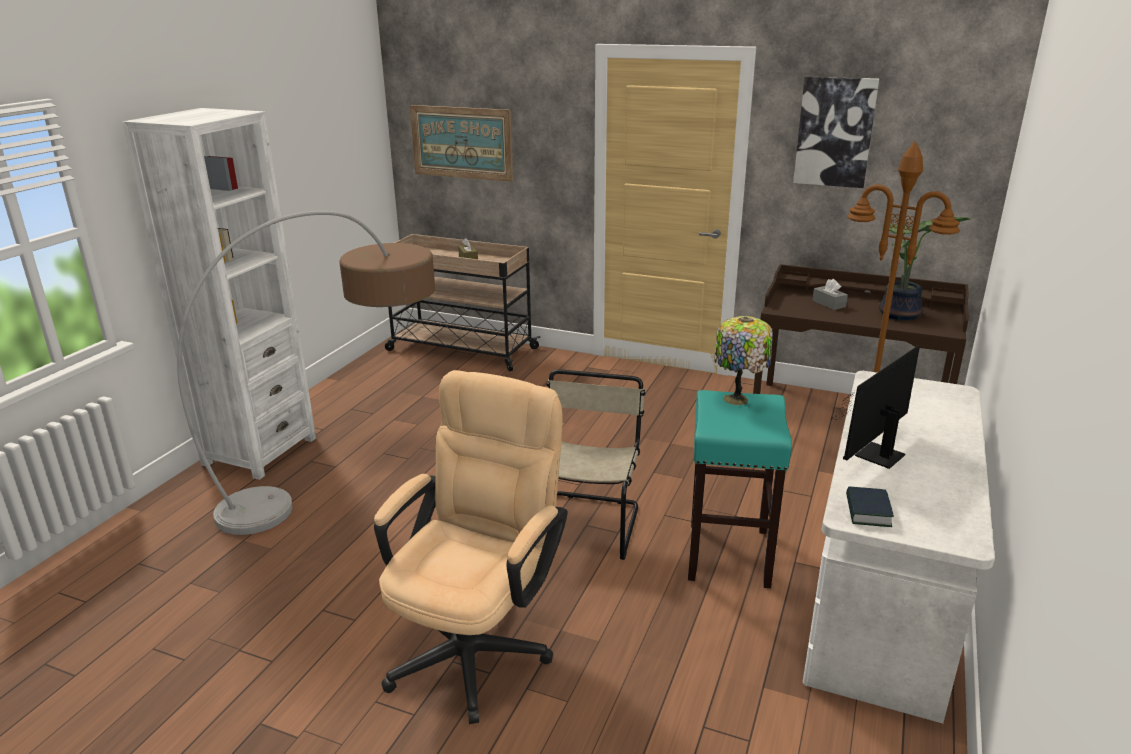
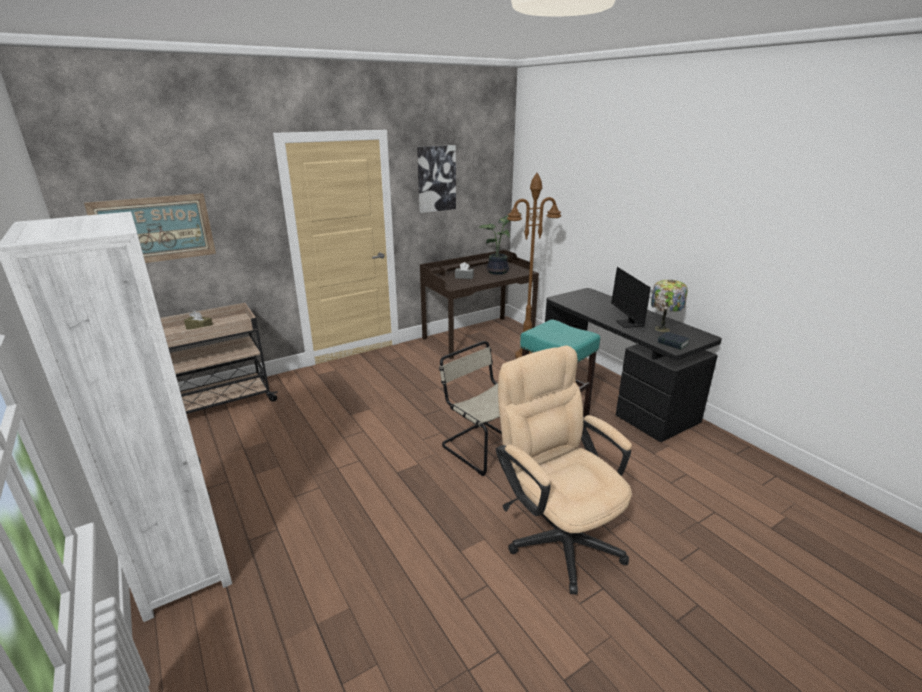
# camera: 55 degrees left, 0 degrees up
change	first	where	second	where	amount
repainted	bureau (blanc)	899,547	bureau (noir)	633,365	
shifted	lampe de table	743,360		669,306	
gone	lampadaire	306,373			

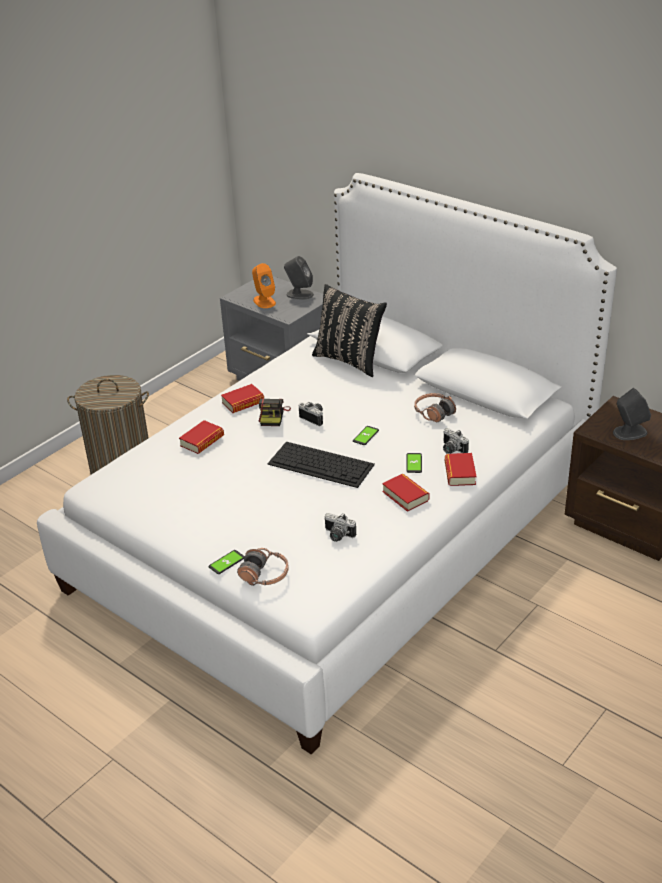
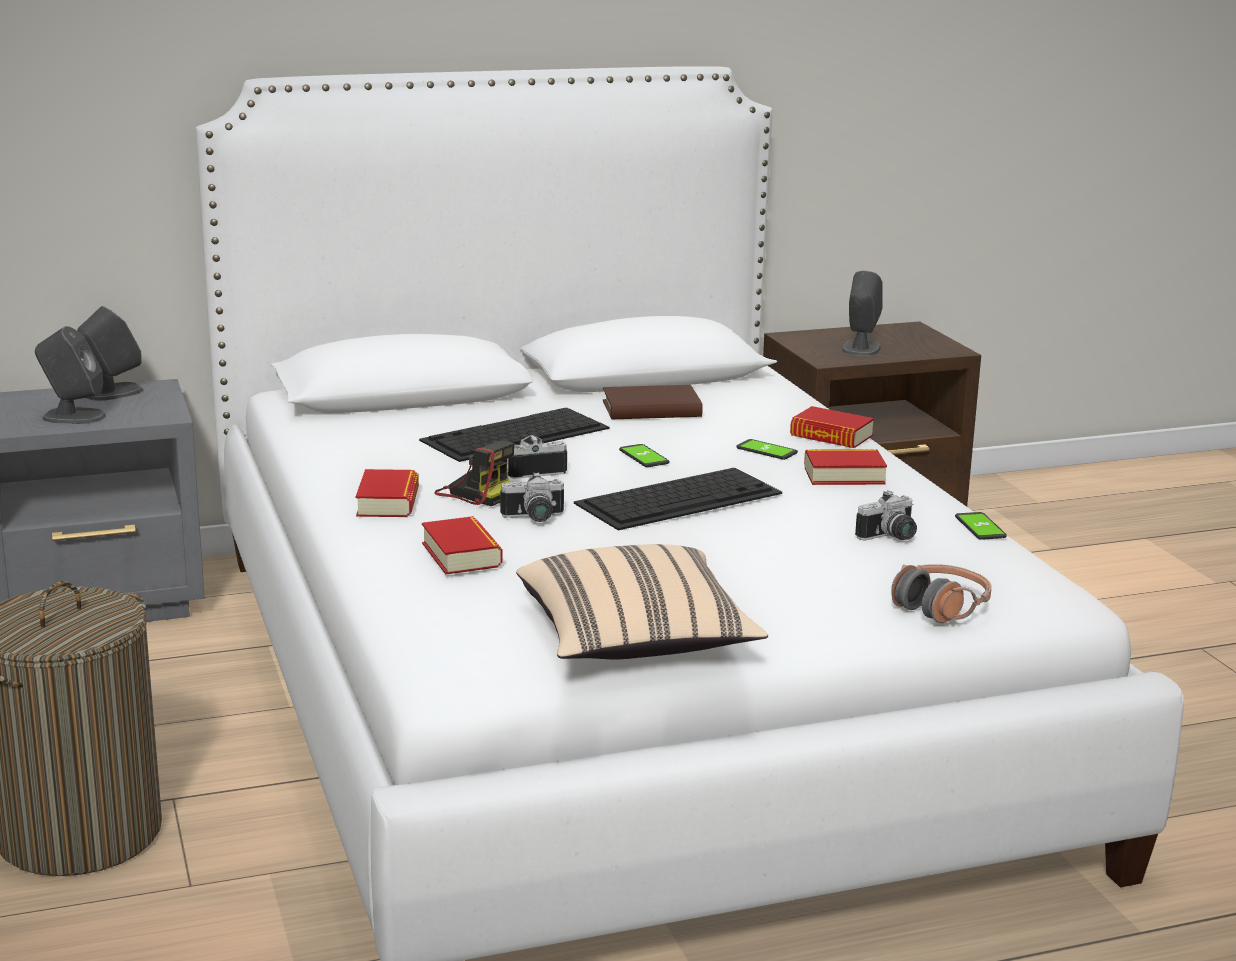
# camera: 60 degrees left, 15 degrees down
change	first	where	second	where	amount
repainted	enceinte (orange)	264,285	enceinte (gris)	70,375	
new			clavier	514,435	
shifted	appareil photo	456,441		532,497	
new			coussin (beige)	642,601	
swapped	casque audio	435,407	livre (marron)	653,402	
shifted	téléphone	227,562		981,526	
gone	coussin (noir)	349,330			

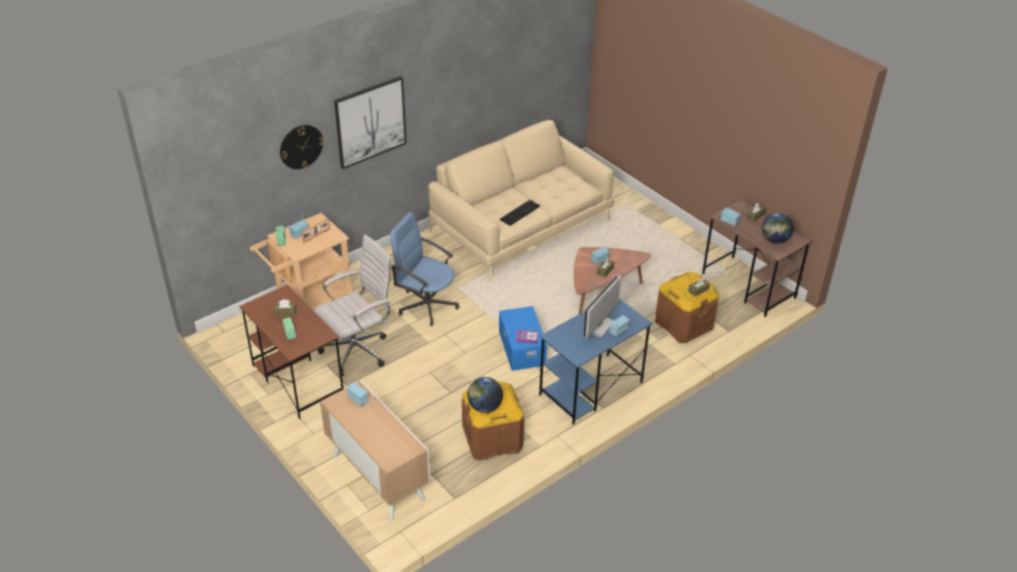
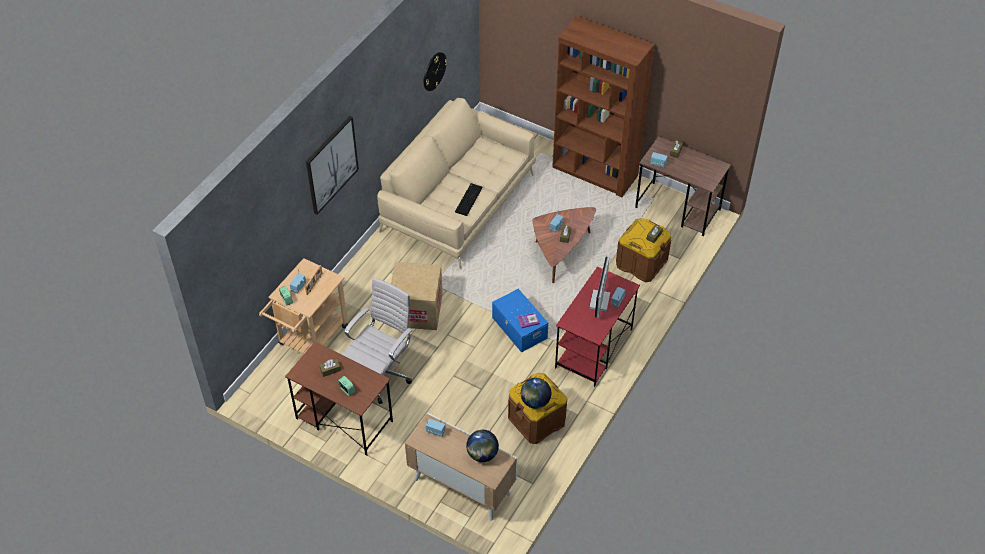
# camera: 20 degrees left, 10 degrees up
change	first	where	second	where	amount
swapped	chaise de bureau (bleu)	424,269	carton	417,296	
shifted	horloge murale	302,147		436,71	
shifted	globe	778,228		482,446	
new			bibliothèque (marron)	603,106	
repainted	bureau (bleu)	595,362	bureau (rouge)	597,326	

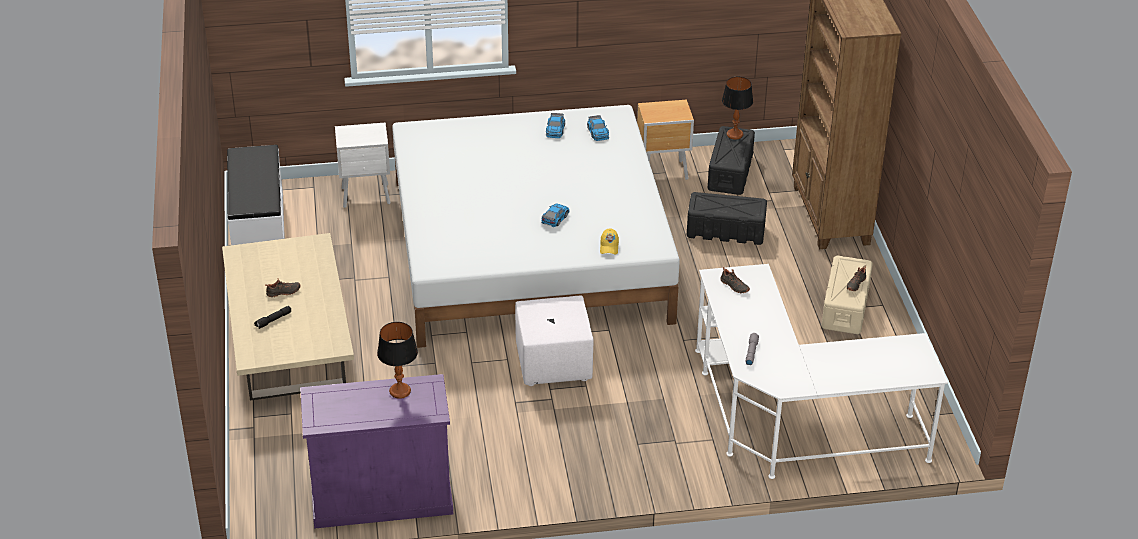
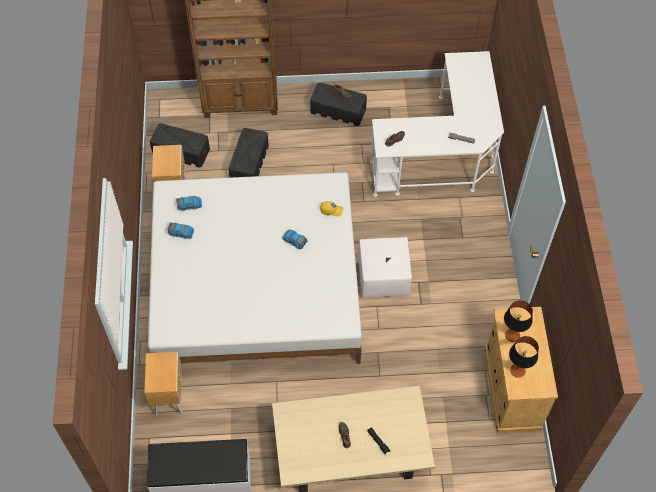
# camera: 85 degrees left, 20 degrees up
change	first	where	second	where	amount
repainted	table de chevet (blanc)	363,165	table de chevet (marron)	163,384	
repainted	boîte de rangement (beige)	847,295	boîte de rangement (noir)	338,104	
repainted	meuble de rangement (violet)	376,451	meuble de rangement (beige)	521,370	
shifted	lampe de table	737,108		524,357	

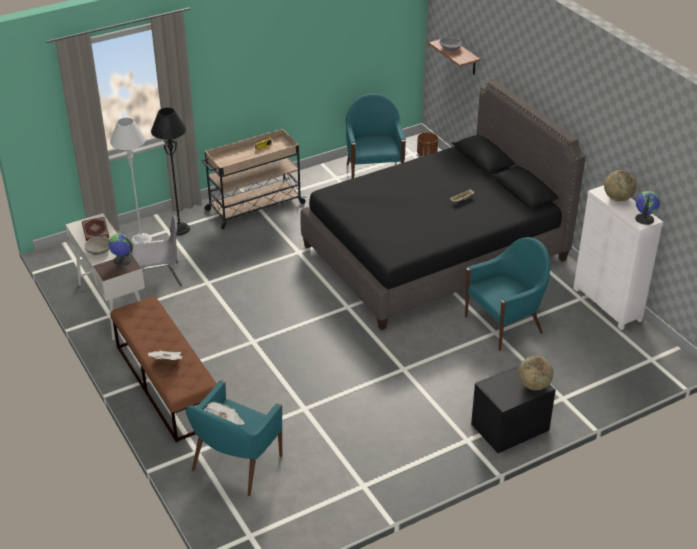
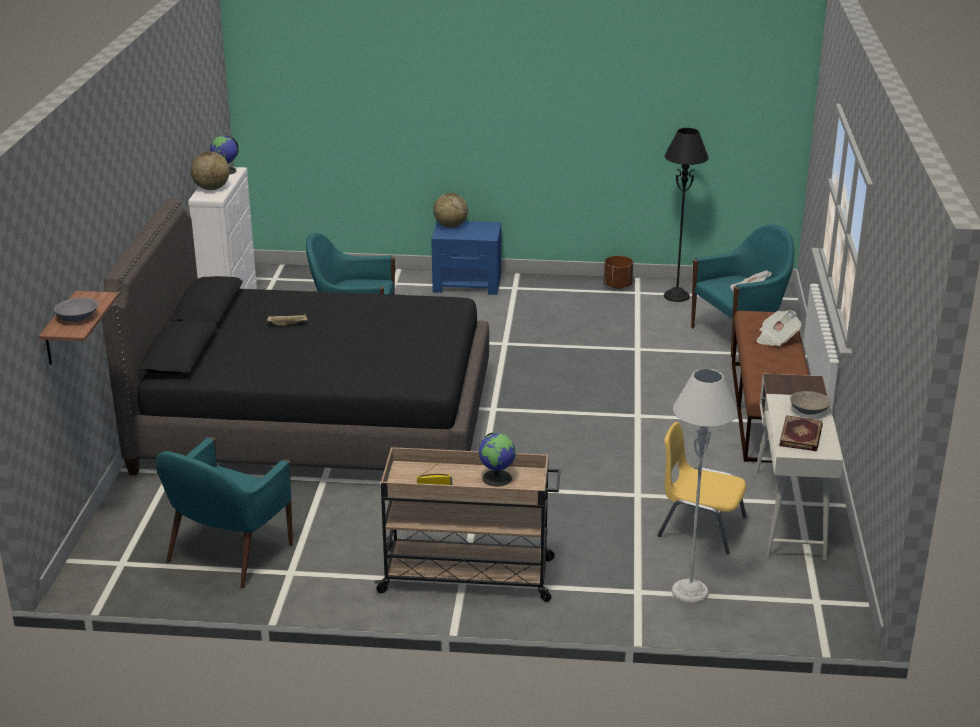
# camera: 145 degrees left, 10 degrees down
change	first	where	second	where	amount
repainted	table de chevet (noir)	513,409	table de chevet (bleu)	466,258	
shifted	globe	120,249		497,459	
shifted	cache-pot (marron)	427,144		618,272	
repainted	chaise (gris)	156,253	chaise (jaune)	702,488	
shifted	lampadaire (noir)	170,171		686,215	

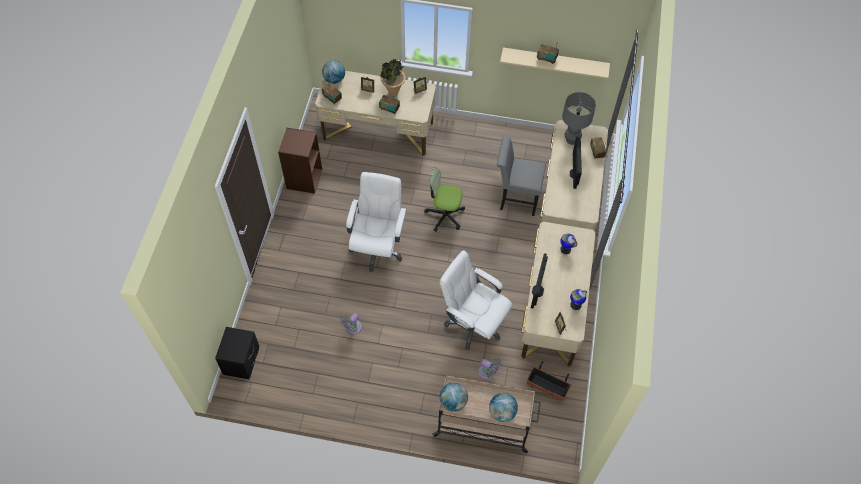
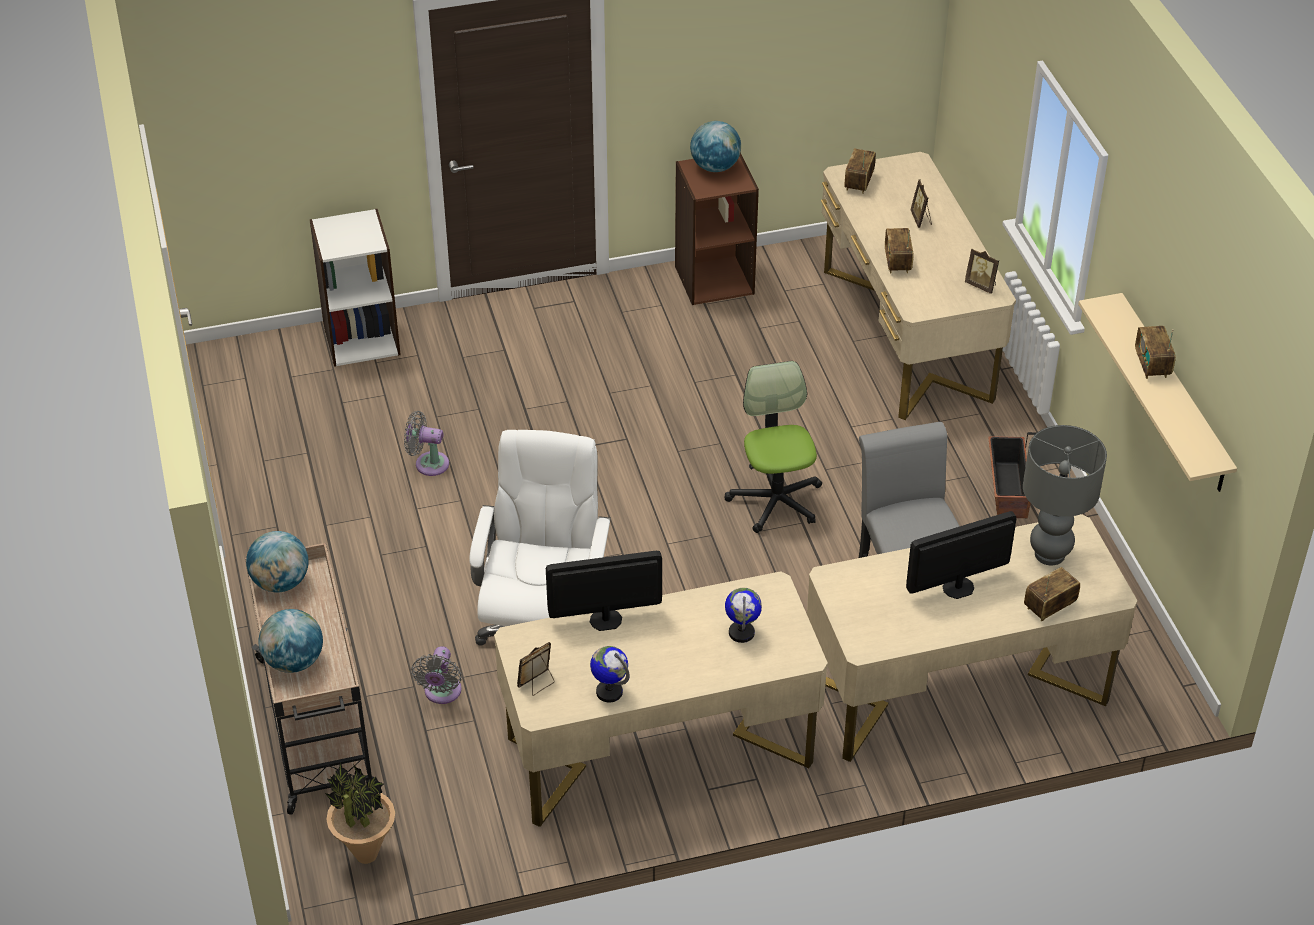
# camera: 65 degrees right, 15 degrees down
change	first	where	second	where	amount
new			bibliothèque (blanc)	355,288	
shifted	plante en pot	393,78		360,813	
shifted	globe	333,72		715,146	
shifted	cache-pot	549,381		1012,475	
gone	table de chevet (noir)	237,353			
gone	chaise de bureau (blanc)	376,222			

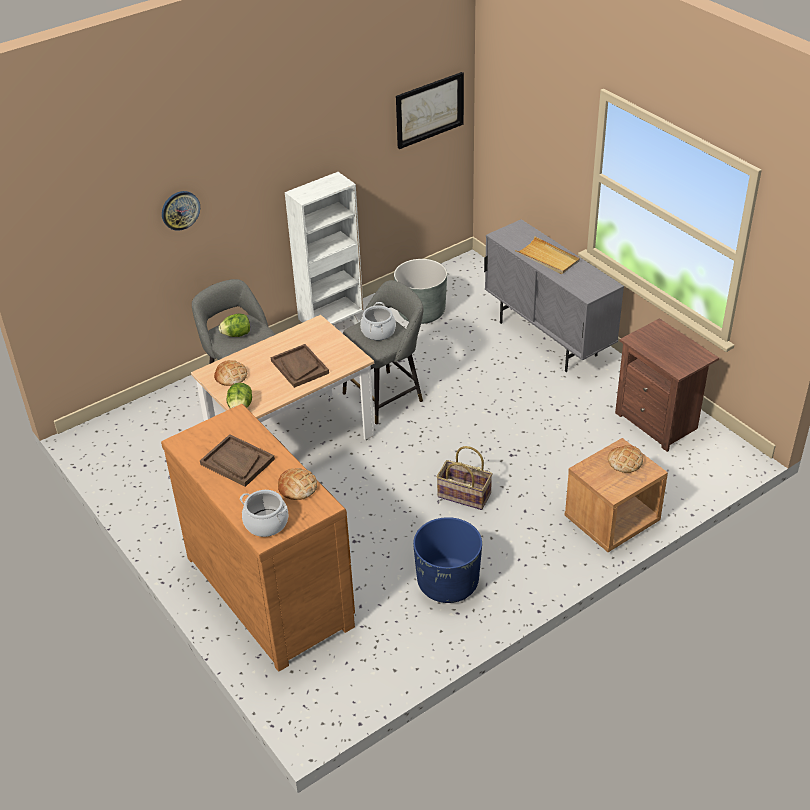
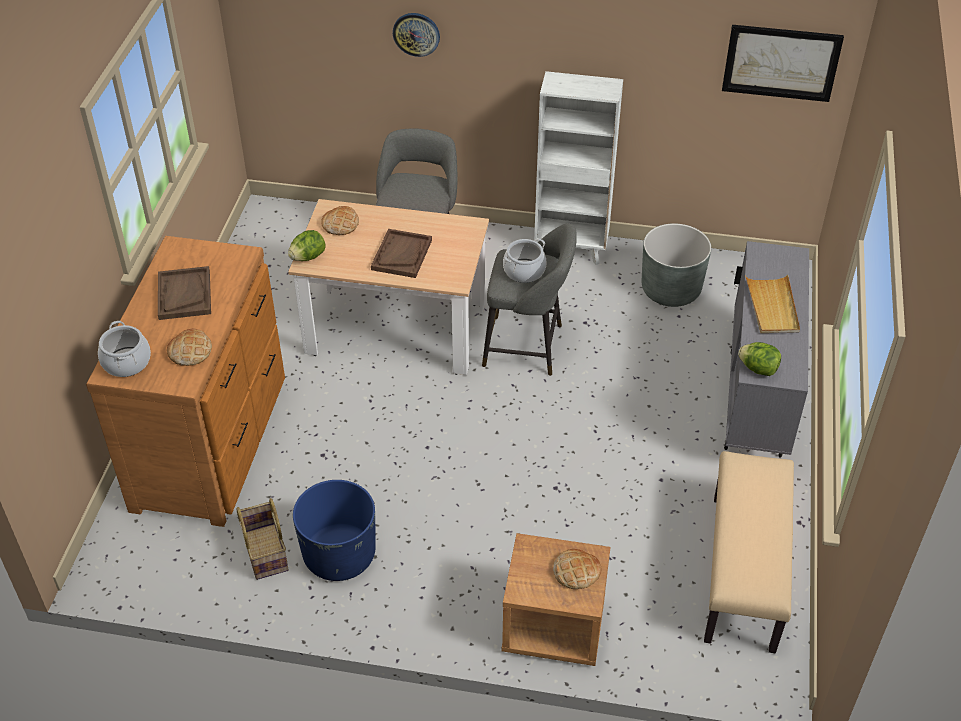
# camera: 45 degrees right, 5 degrees up
change	first	where	second	where	amount
shifted	panier	464,478		263,539	
swapped	table de chevet (marron)	667,385	banc (beige)	749,552	
shifted	laitue	234,325		759,359	

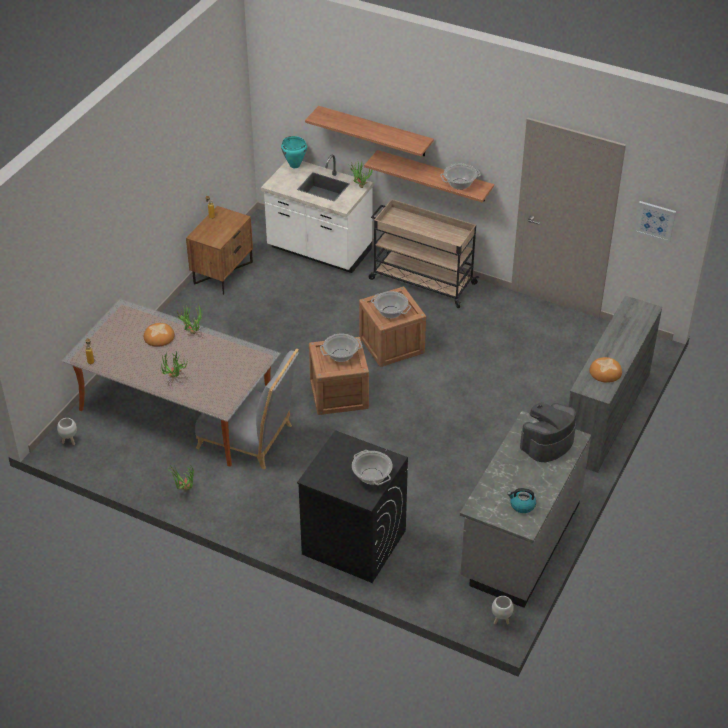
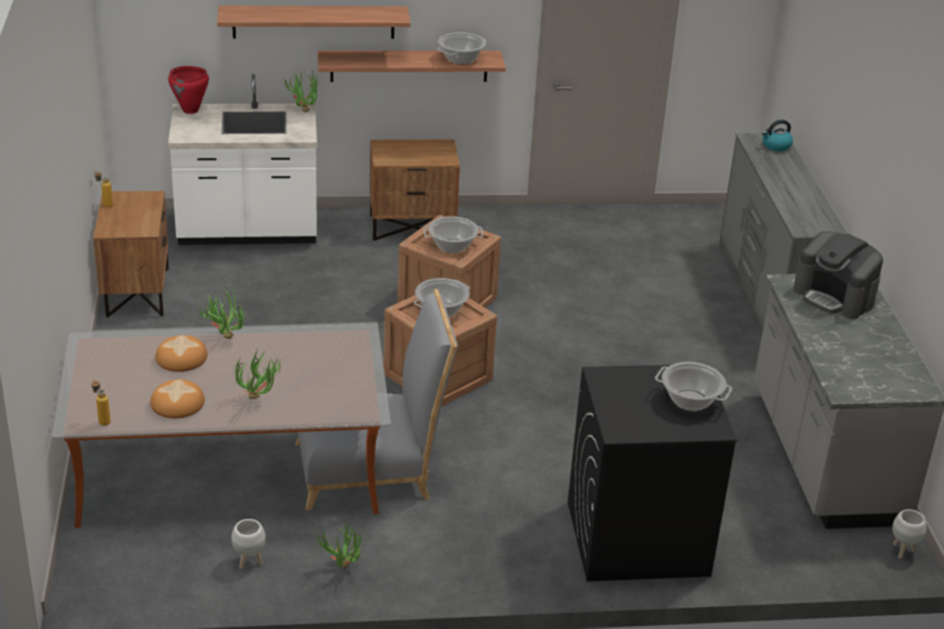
# camera: 35 degrees left, 10 degrees down
change	first	where	second	where	amount
shifted	pain	606,370		177,398	
repainted	marmite (turquoise)	294,152	marmite (rouge)	188,90	
shifted	cache-pot (blanc)	67,431		248,544	
swapped	chariot (beige)	424,253	table de chevet (marron)	415,190	
shifted	bouilloire	521,500		777,135	
rotated	machine à café	548,432		838,275	60 degrees counterclockwise
gone	tableau	655,222			

